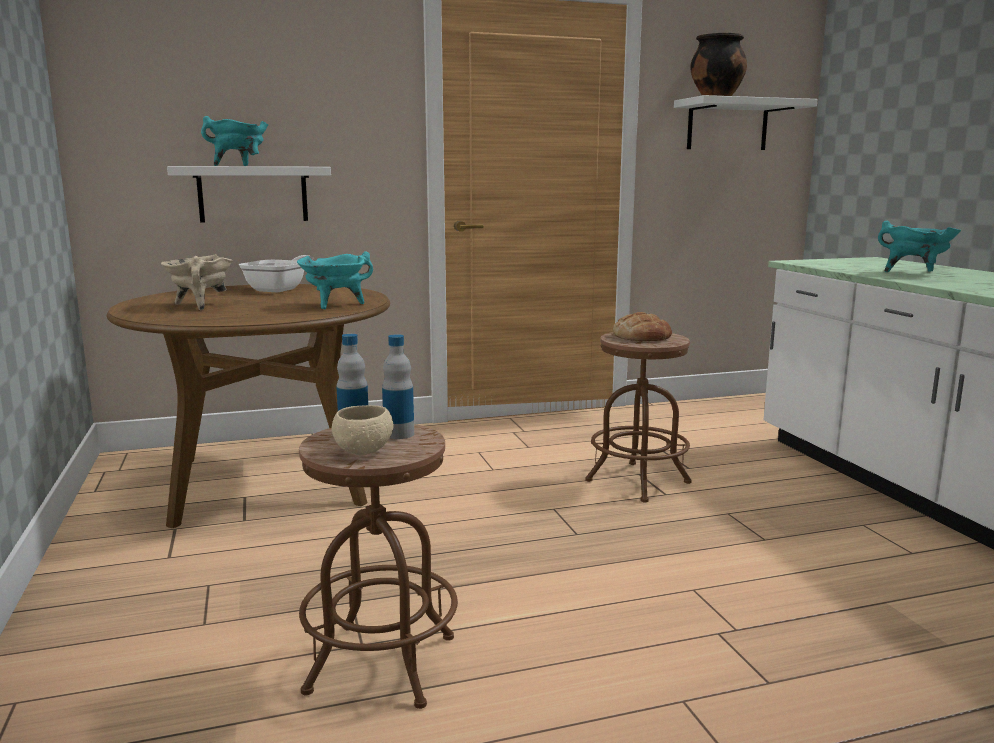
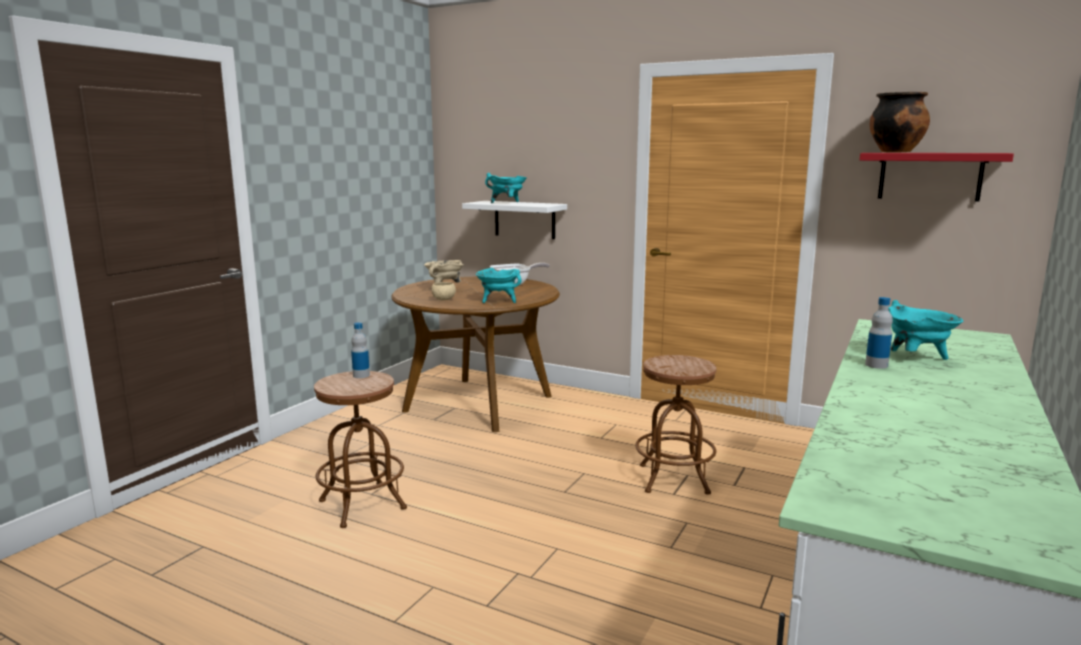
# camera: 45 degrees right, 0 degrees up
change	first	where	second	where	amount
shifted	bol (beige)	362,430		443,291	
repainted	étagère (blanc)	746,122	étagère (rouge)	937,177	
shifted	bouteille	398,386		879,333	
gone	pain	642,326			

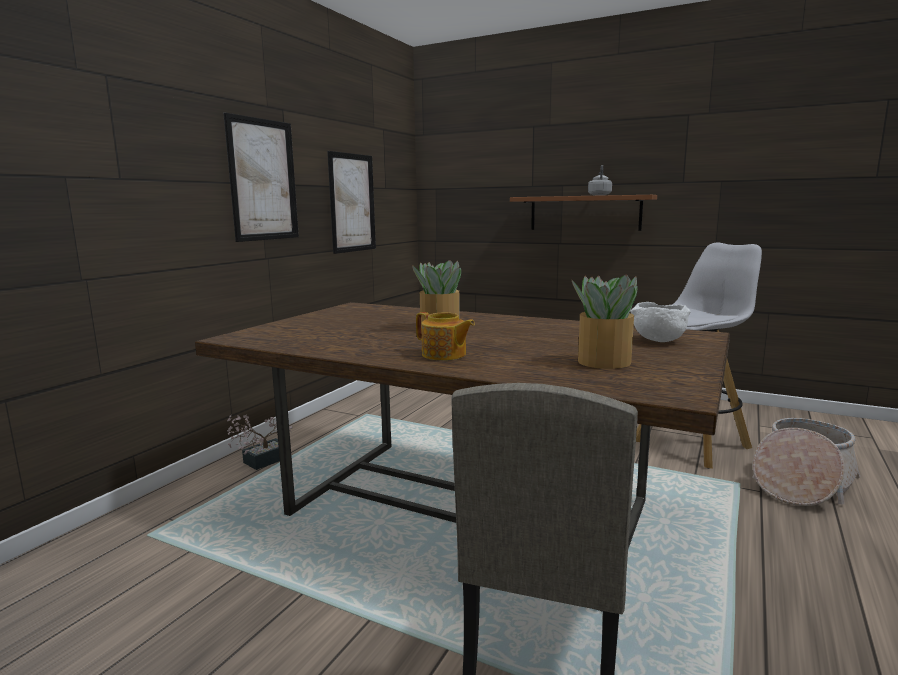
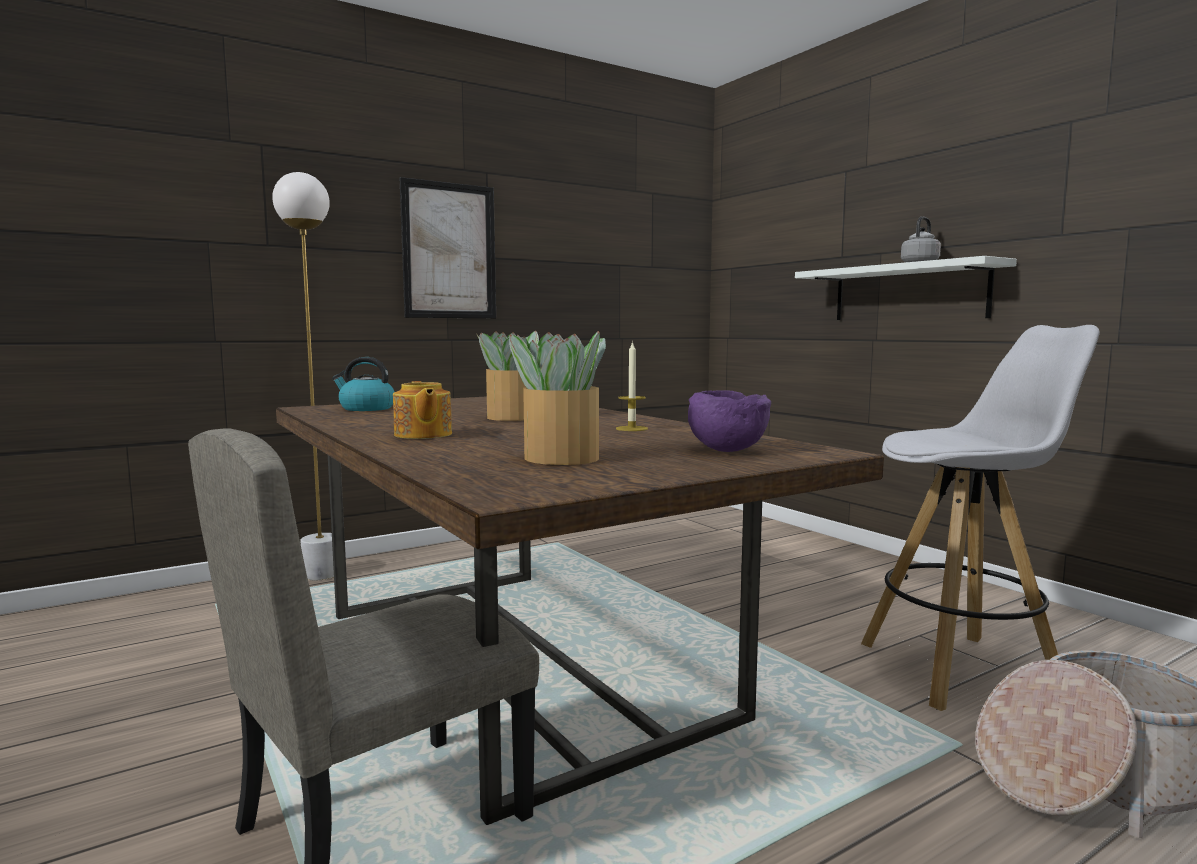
# camera: 30 degrees right, 5 degrees down
change	first	where	second	where	amount
new			lampadaire (blanc)	303,376	
new			bouilloire	363,384	
new			bougie	632,386	
repainted	bol (blanc)	660,322	bol (violet)	729,421	
repainted	étagère (marron)	583,213	étagère (blanc)	906,288	
gone	plante en pot	259,442			
gone	tableau	351,202			

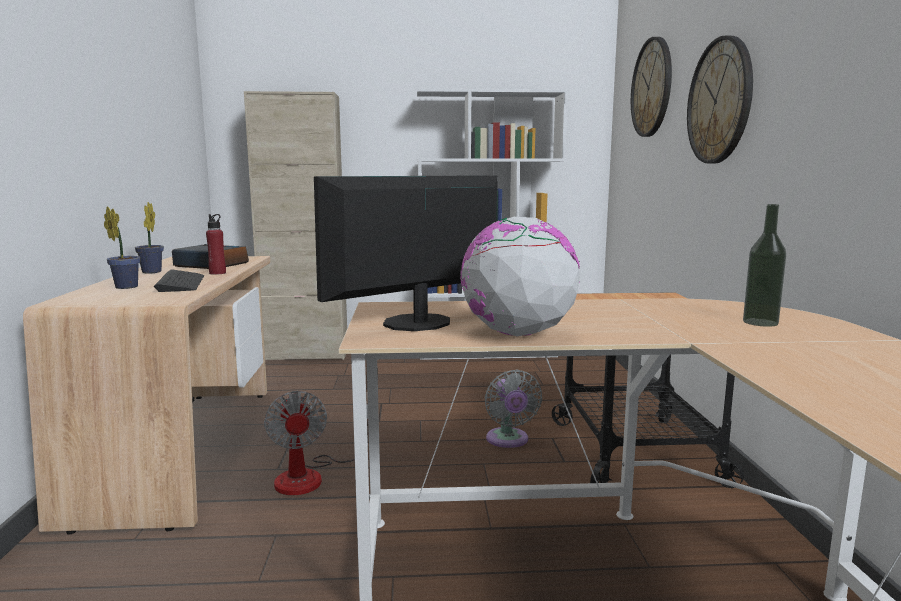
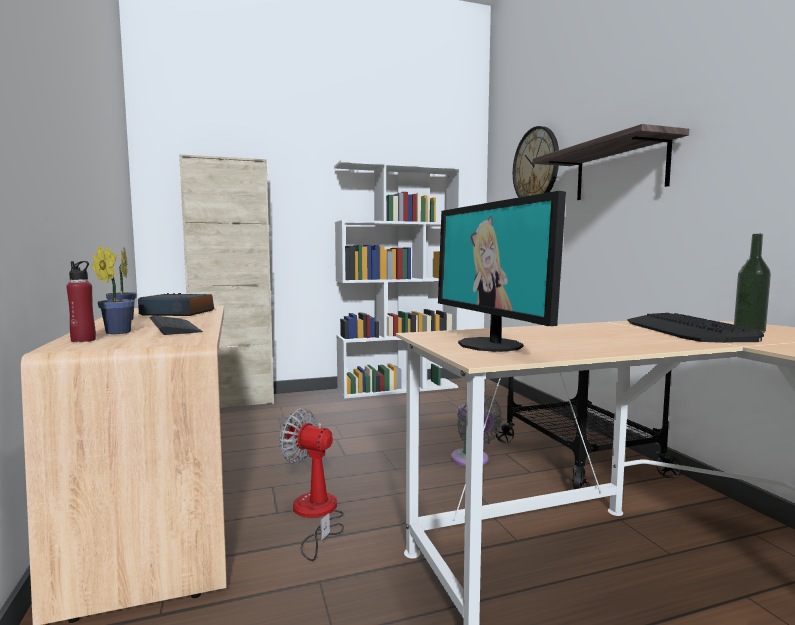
# camera: 15 degrees left, 5 degrees down
change	first	where	second	where	amount
shifted	bouteille (rouge)	216,244		81,301	
rotated	ventilateur	316,443		311,484	150 degrees clockwise
rotated	écran d'ordinateur	406,253		502,271	60 degrees counterclockwise
swapped	horloge murale	720,100	étagère	610,162	
new			clavier	695,328	
gone	globe	520,276			

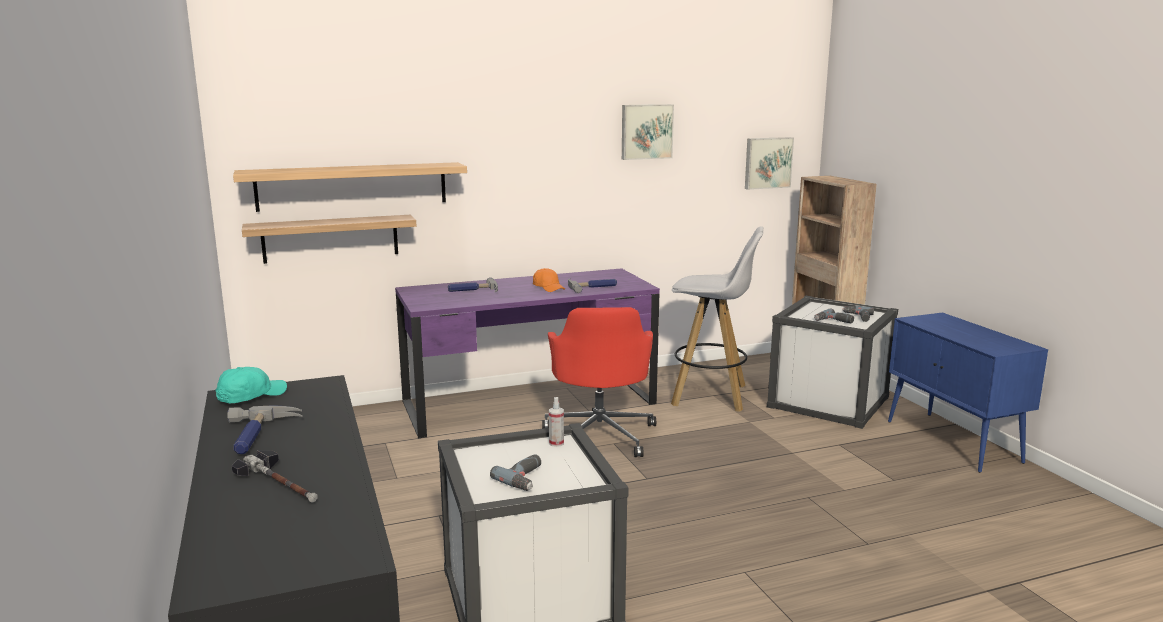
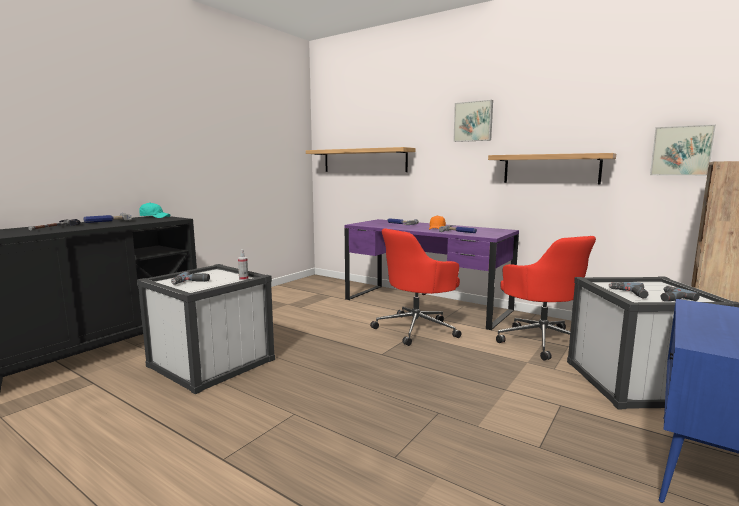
# camera: 55 degrees right, 5 degrees down
change	first	where	second	where	amount
shifted	tableau	648,132		473,121	
shifted	étagère	329,239		552,168	
swapped	tabouret (blanc)	717,319	chaise de bureau (rouge)	546,298	

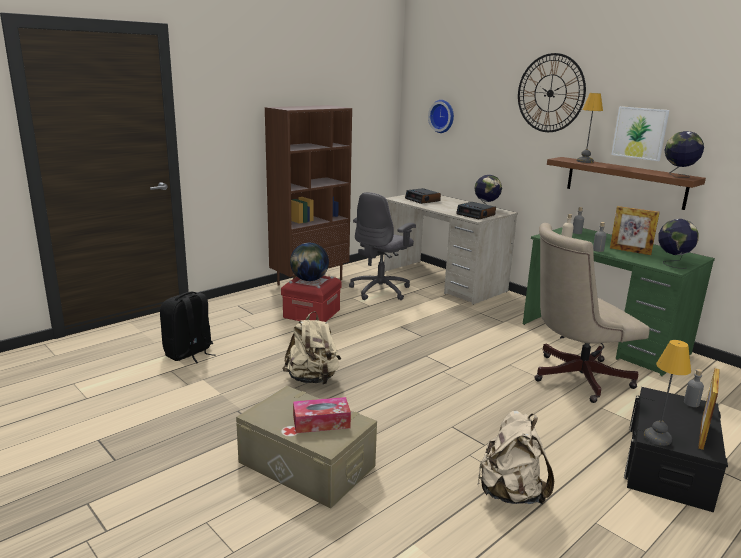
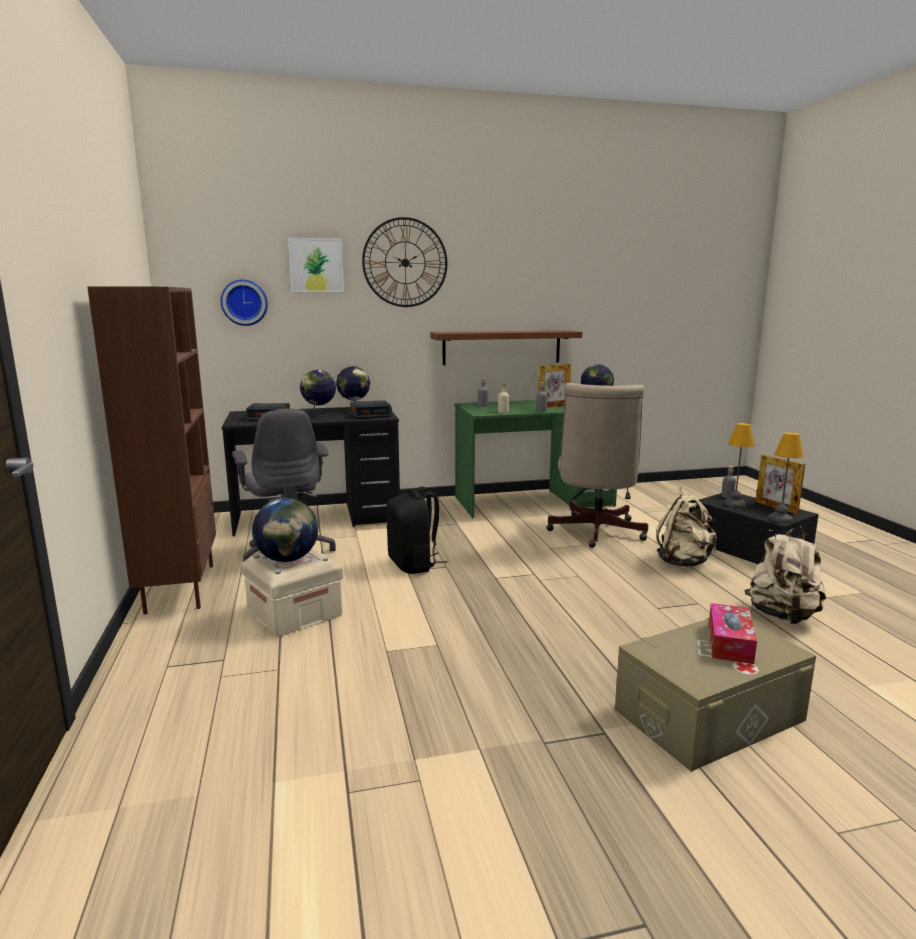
# camera: 60 degrees left, 5 degrees down
change	first	where	second	where	amount
repainted	bureau (beige)	451,250	bureau (noir)	311,471	
repainted	boîte de rangement (rouge)	311,299	boîte de rangement (beige)	292,592	
shifted	tableau	640,133		316,265	
shifted	globe	684,154		318,393	
shifted	sac à dos (noir)	187,328		417,530	
shifted	sac à dos (beige)	312,348		686,527	
shifted	lampe de table	590,128		739,465	

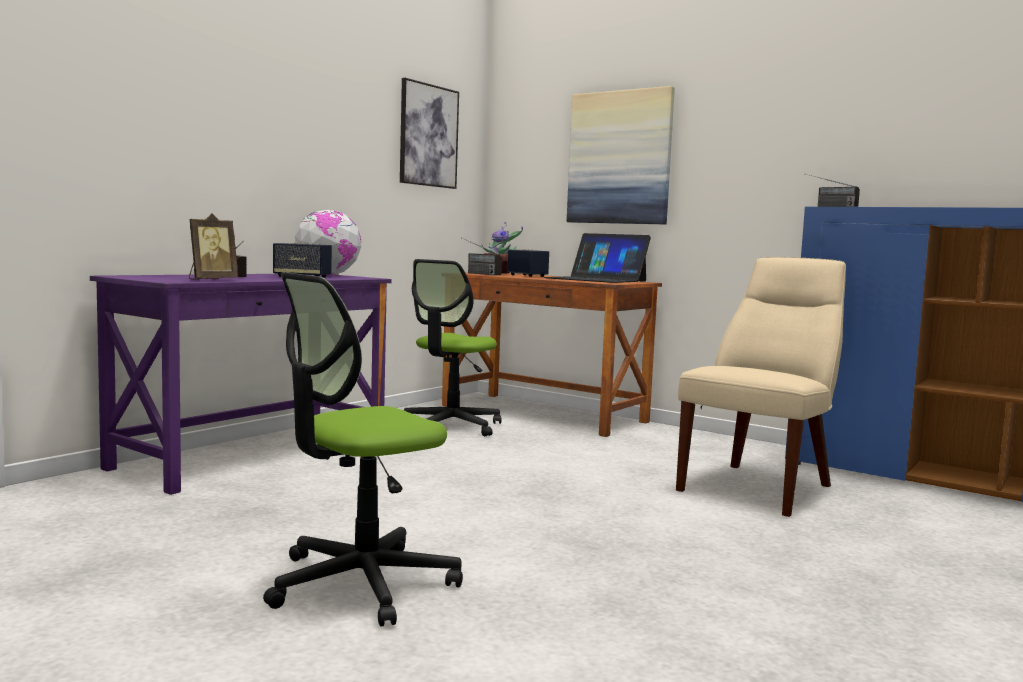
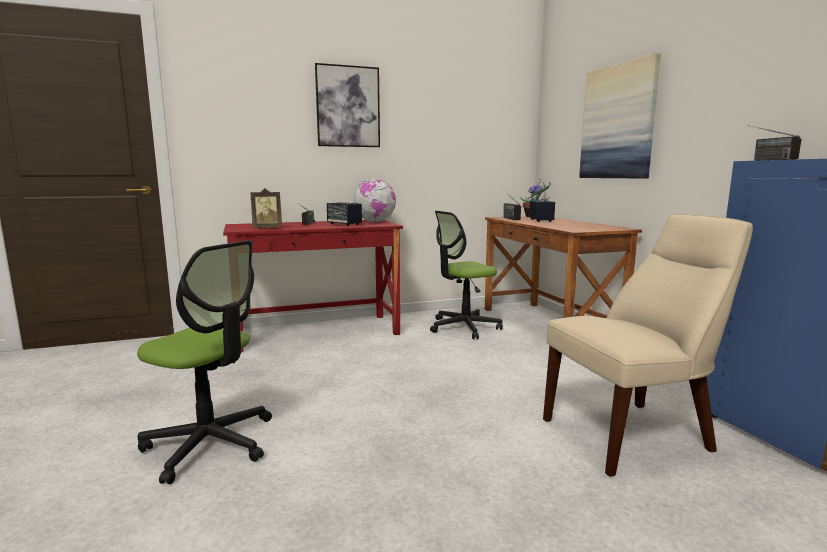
# camera: 35 degrees right, 5 degrees up
change	first	where	second	where	amount
rotated	chaise de bureau	363,449		204,362	150 degrees counterclockwise
repainted	bureau (violet)	241,384	bureau (rouge)	313,286	
shifted	tableau	429,133		347,105	
gone	ordinateur portable	597,258			

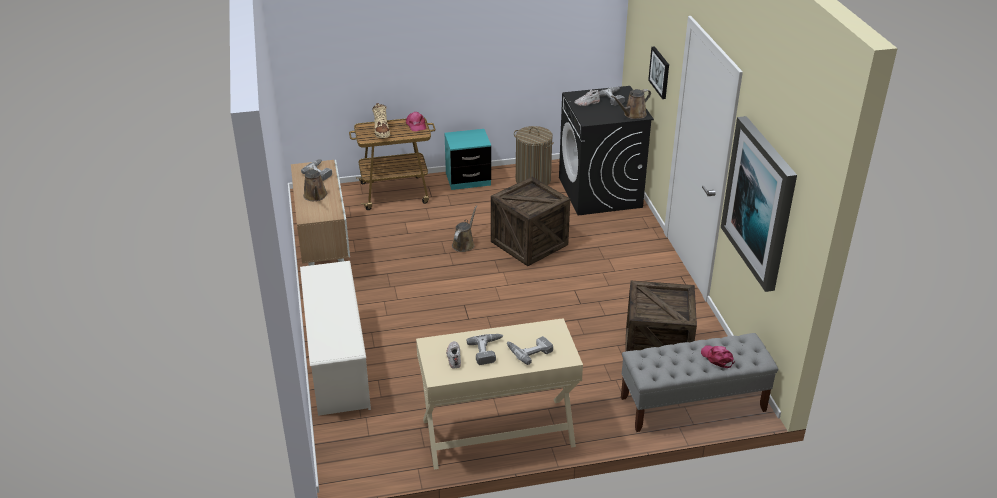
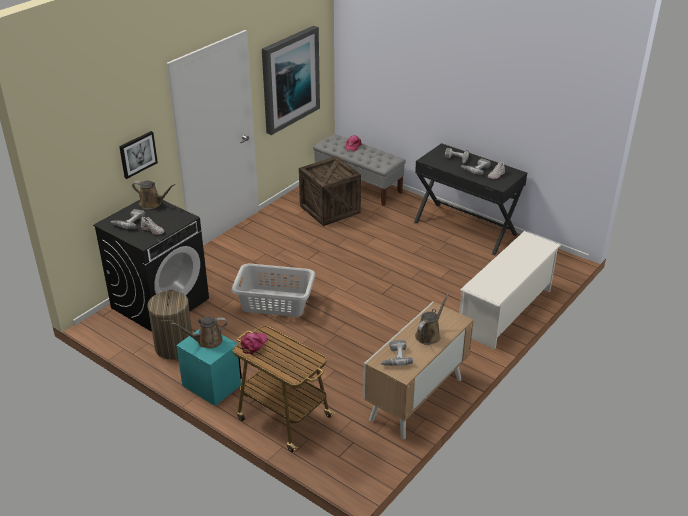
# camera: 130 degrees left, 0 degrees up
change	first	where	second	where	amount
shifted	arrosoir (marron)	464,228		199,333	
swapped	caisse	530,221	panier à linge (gris)	273,290	
repainted	bureau (beige)	499,394	bureau (noir)	470,199	
gone	botte (beige)	381,120			

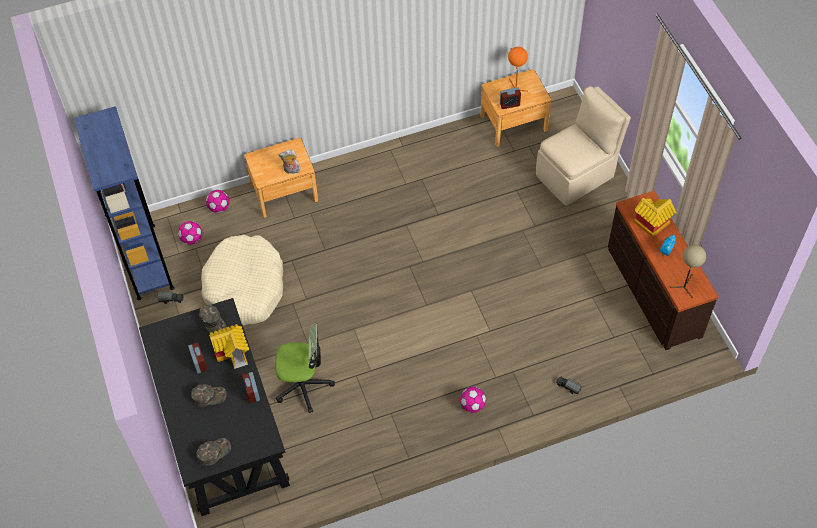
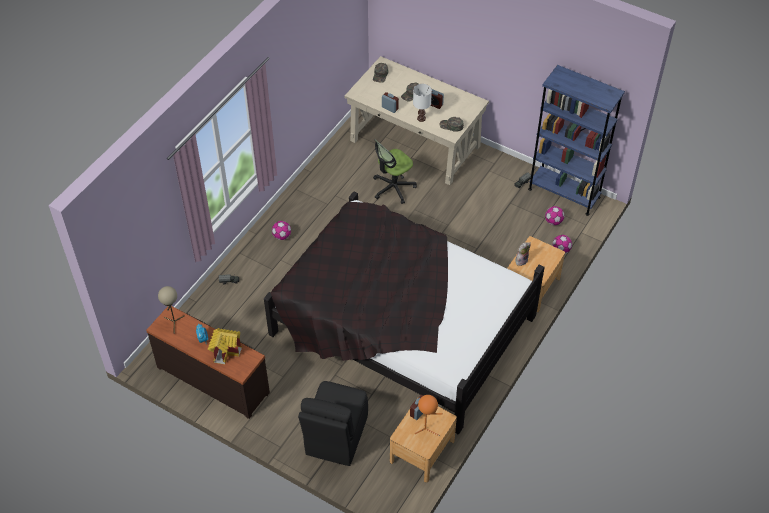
# camera: 140 degrees right, 5 degrees down
change	first	where	second	where	amount
new			lit (noir)	404,313	
repainted	chaise (beige)	583,146	chaise (noir)	333,423	
repainted	bureau (noir)	214,407	bureau (beige)	416,120	
swapped	maison miniature	229,346	lampe de table (blanc)	422,103	
gone	panier pour chien (beige)	242,280			

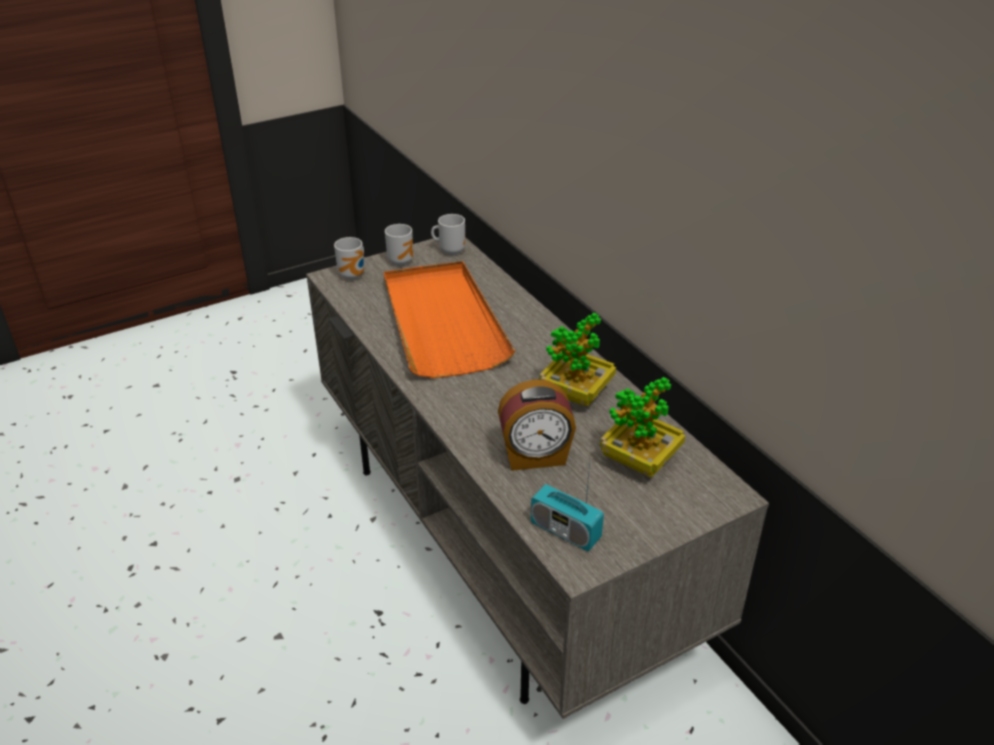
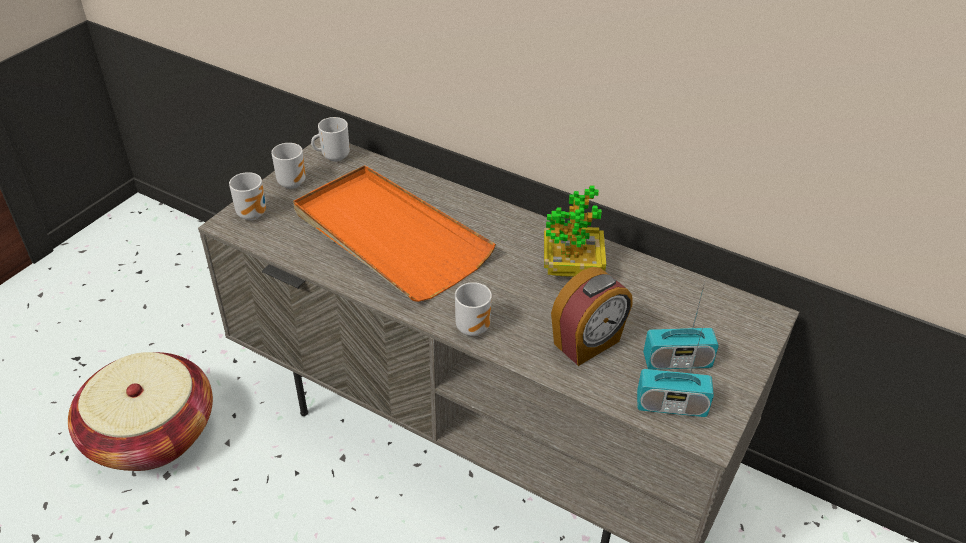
# camera: 30 degrees left, 5 degrees up
change	first	where	second	where	amount
new			panier	140,411	
new			mug	473,309	
new			radio	681,326	
gone	plante en pot	642,427			

